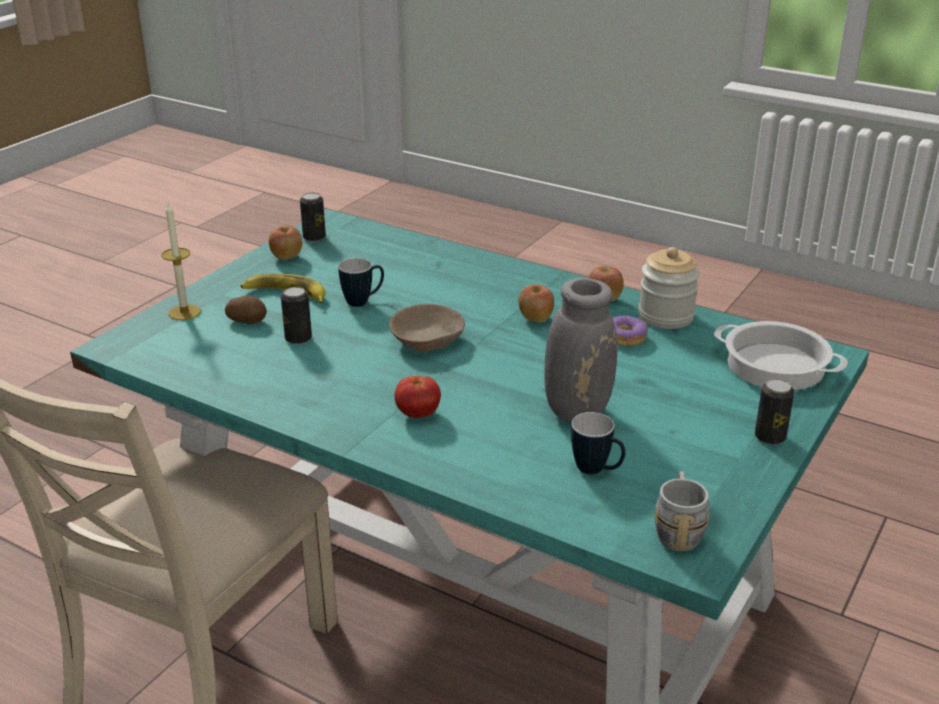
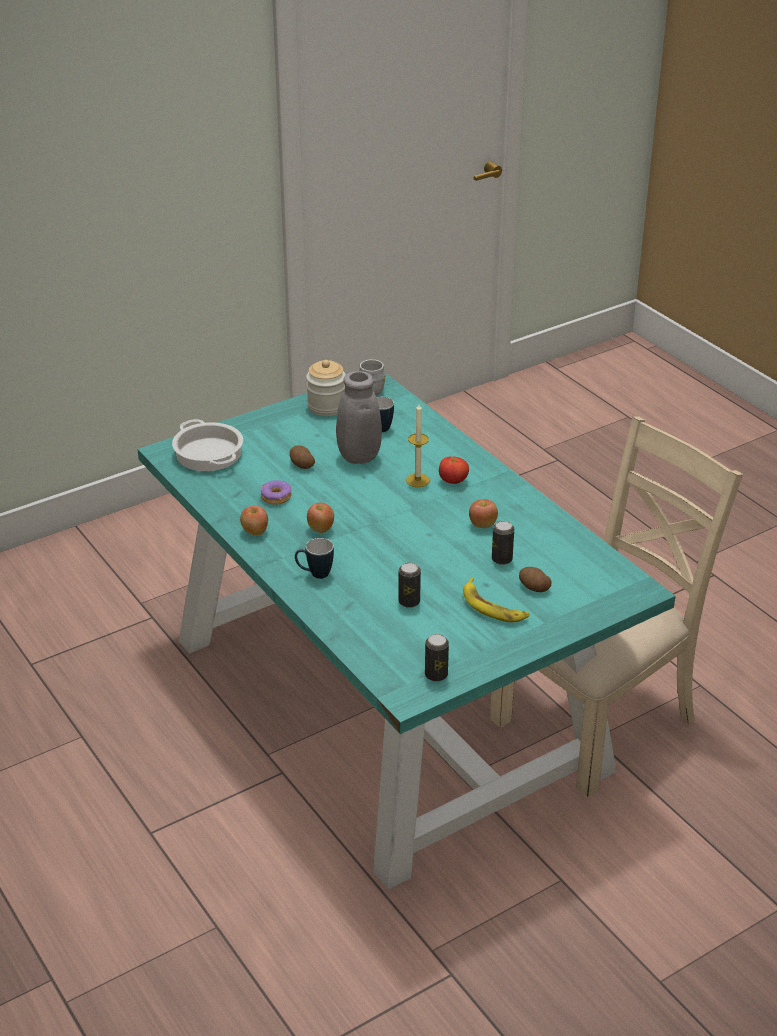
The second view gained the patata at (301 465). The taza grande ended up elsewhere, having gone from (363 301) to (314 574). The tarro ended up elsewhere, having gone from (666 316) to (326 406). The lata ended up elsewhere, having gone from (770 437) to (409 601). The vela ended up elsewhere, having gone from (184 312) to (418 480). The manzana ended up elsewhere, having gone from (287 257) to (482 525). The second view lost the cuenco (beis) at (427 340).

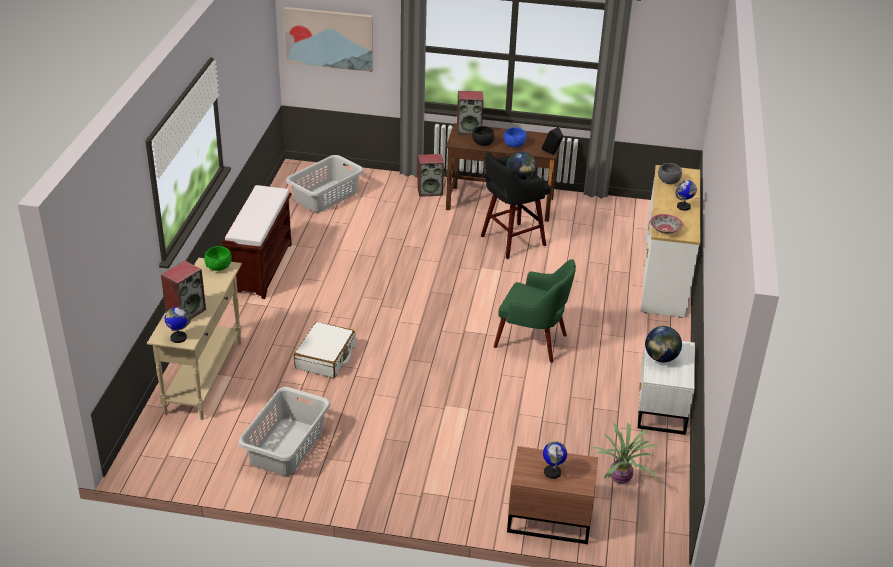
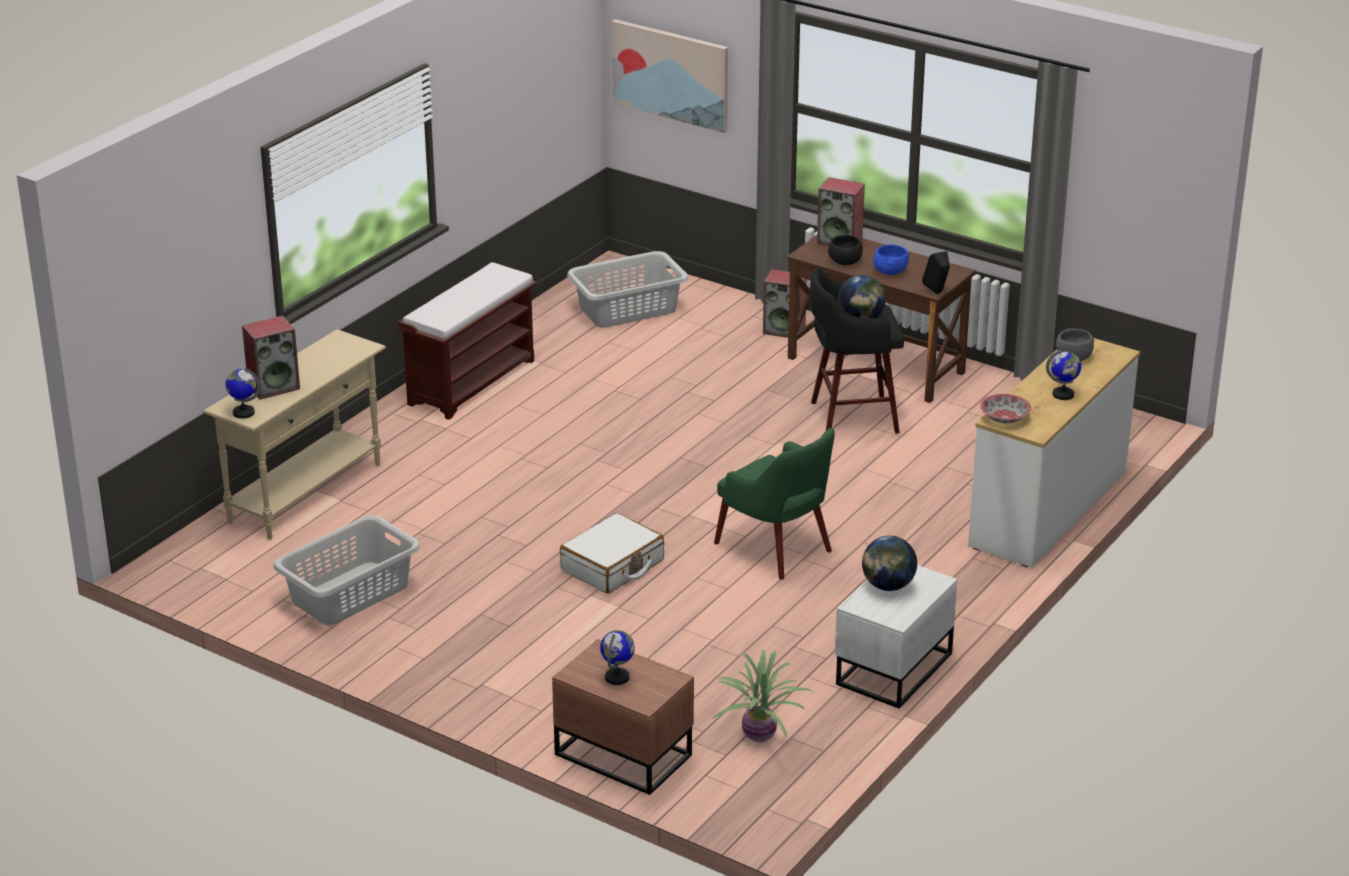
The maleta (blanco) ended up elsewhere, having gone from (325 357) to (612 566). The second view lost the cuenco (verde) at (219 267).

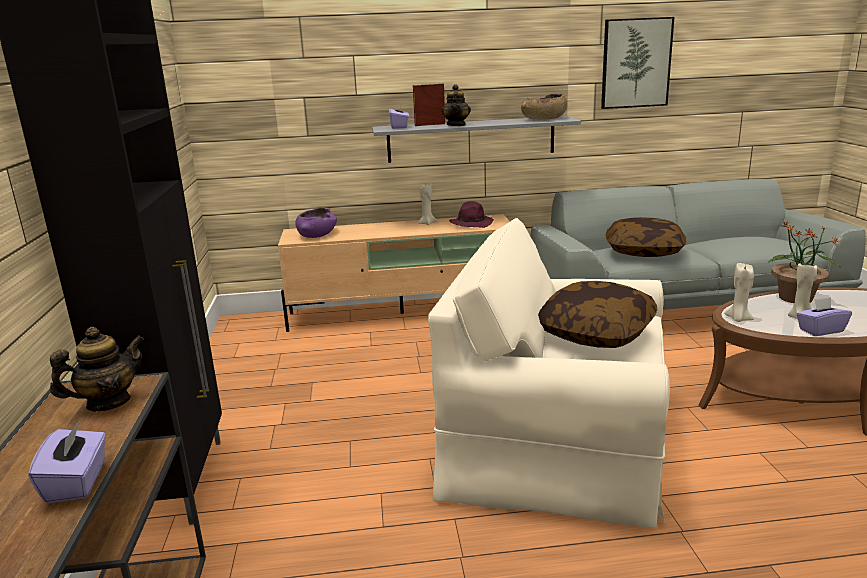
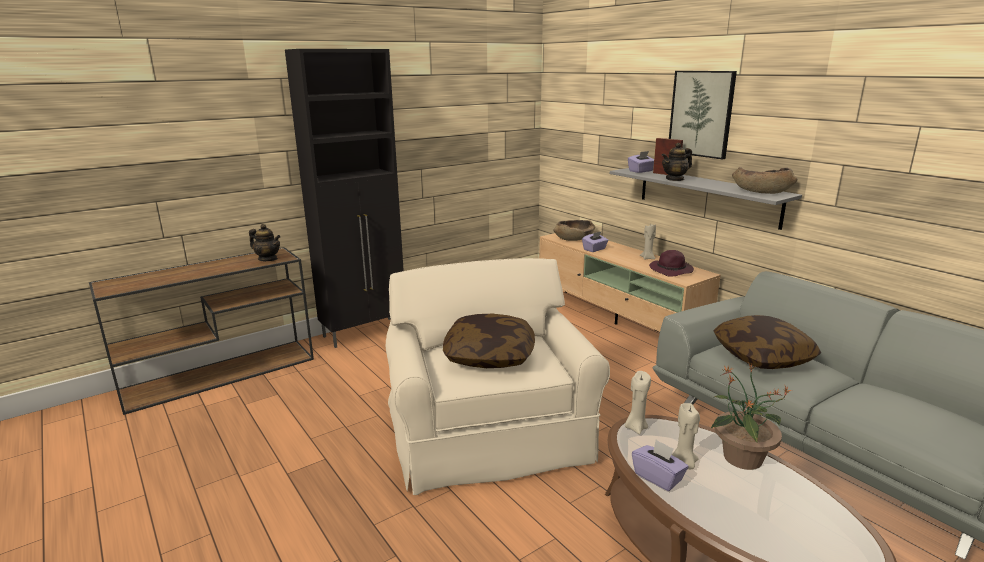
What was the cuenco (morado) at (317 234) turned into the cuenco (marrón) at (574 238). The caja de pañuelos (morado) ended up elsewhere, having gone from (77 482) to (594 249). The cuadro ended up elsewhere, having gone from (635 63) to (701 114).

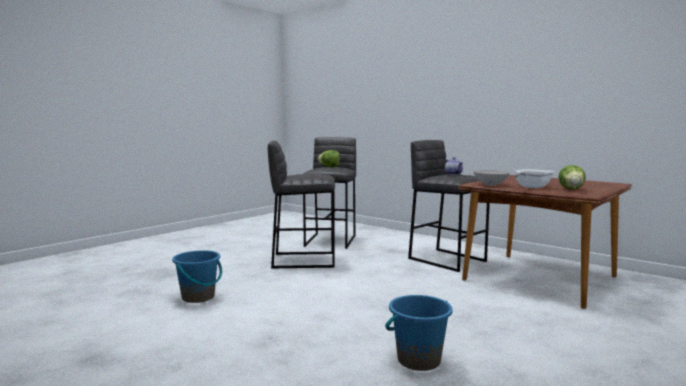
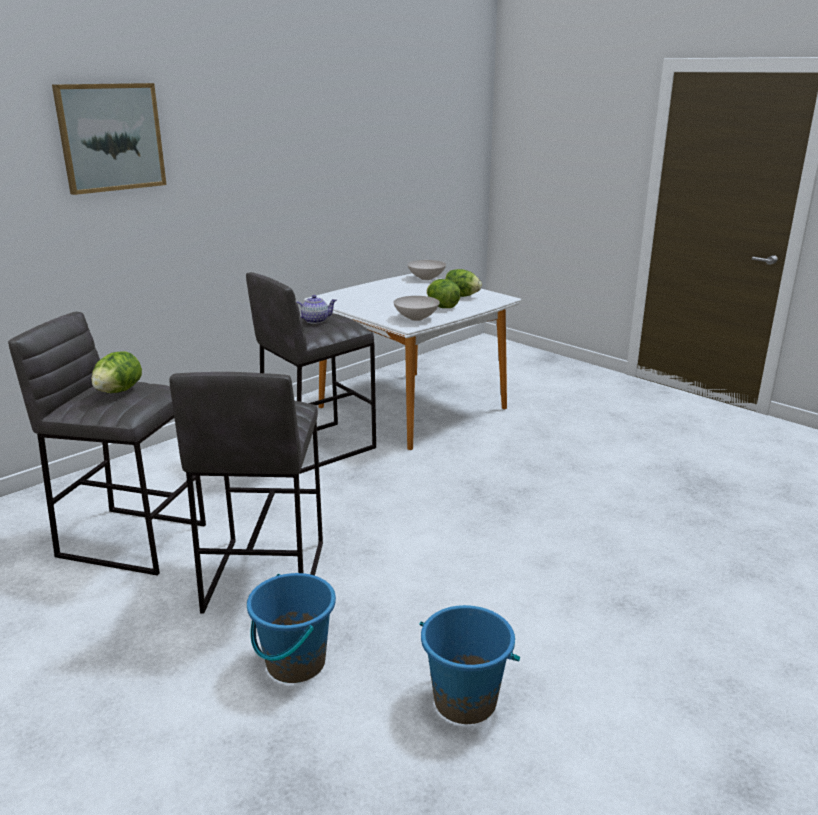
The second view gained the cuadro at (111 137). The cubo (azul) ended up elsewhere, having gone from (418 360) to (295 663). What was the mesa de comedor (marrón) at (539 278) turned into the mesa de comedor (blanco) at (411 408). The second view gained the cuenco (blanco) at (426 278). Where the sartén stood at (530 187), the lechuga came to stand at (442 307).

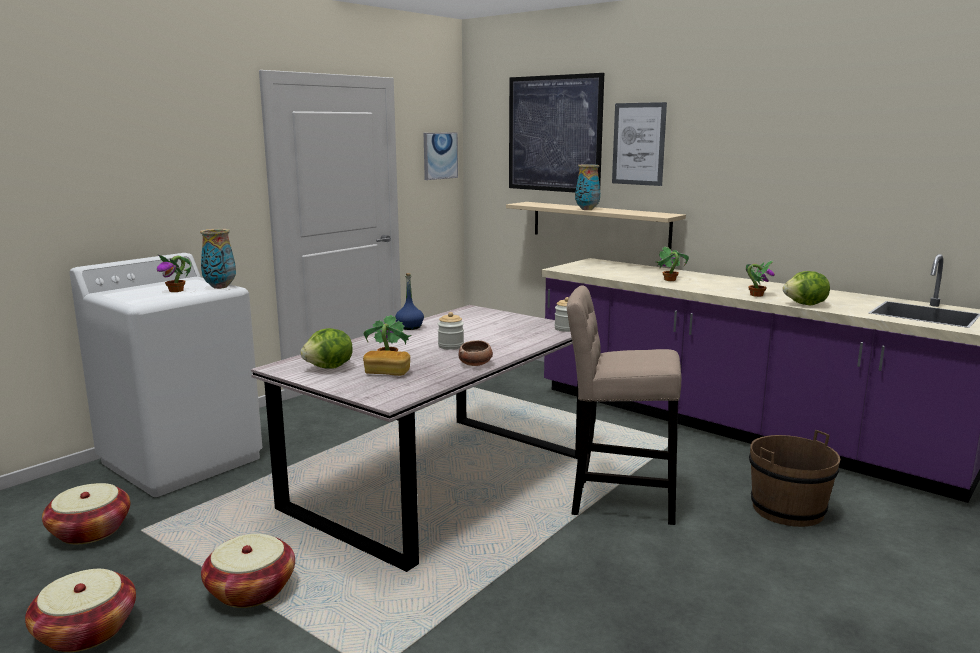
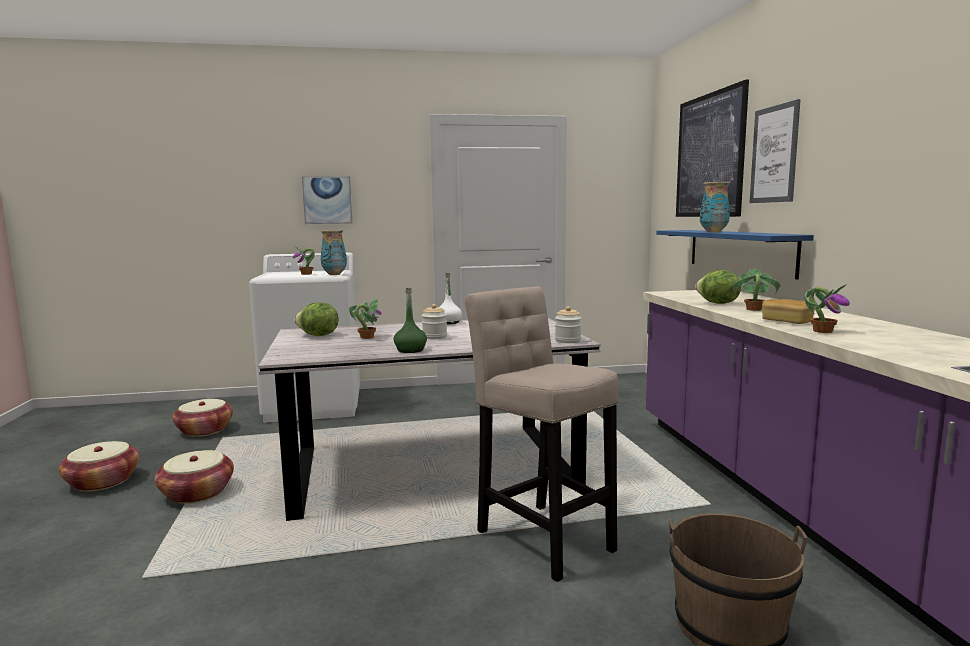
The cuadro ended up elsewhere, having gone from (440 155) to (327 200). Where the cuenco stood at (476 364), the botella (verde) came to stand at (410 350). What was the botella (azul) at (410 327) turned into the botella (blanco) at (448 322). What was the estante (beis) at (599 224) turned into the estante (azul) at (739 251). The lechuga ended up elsewhere, having gone from (806 305) to (717 303). The pan ended up elsewhere, having gone from (387 373) to (786 322).

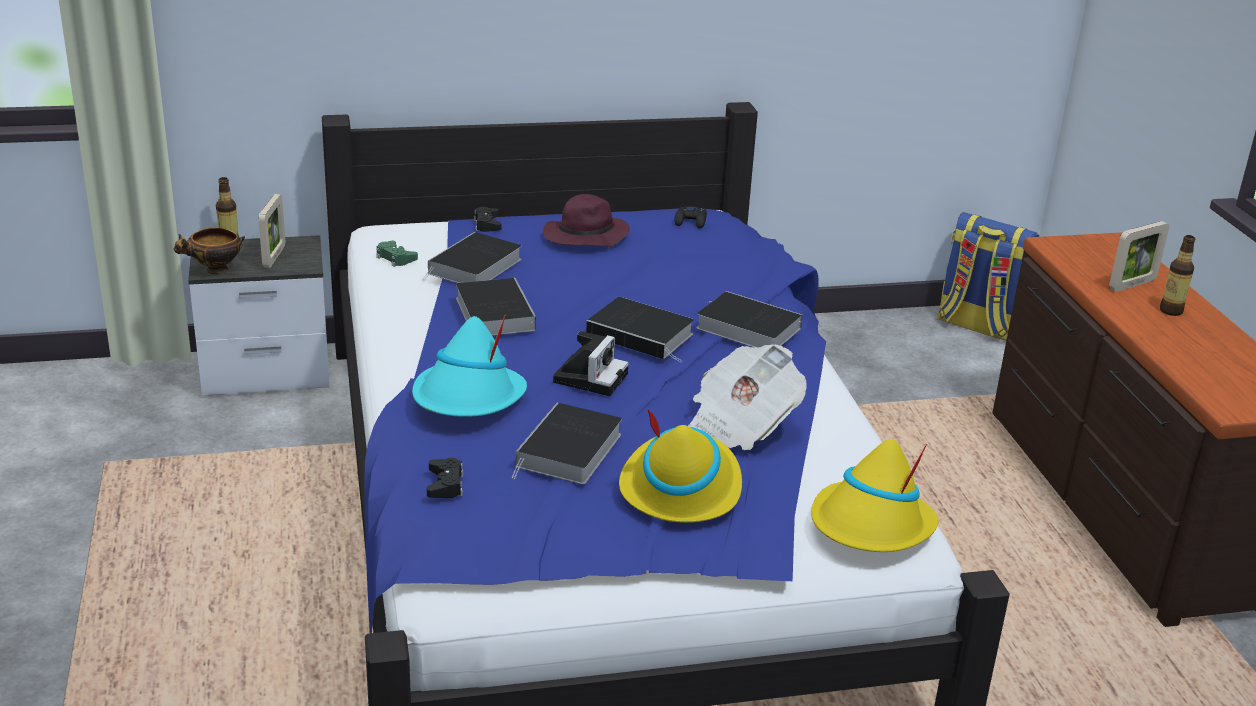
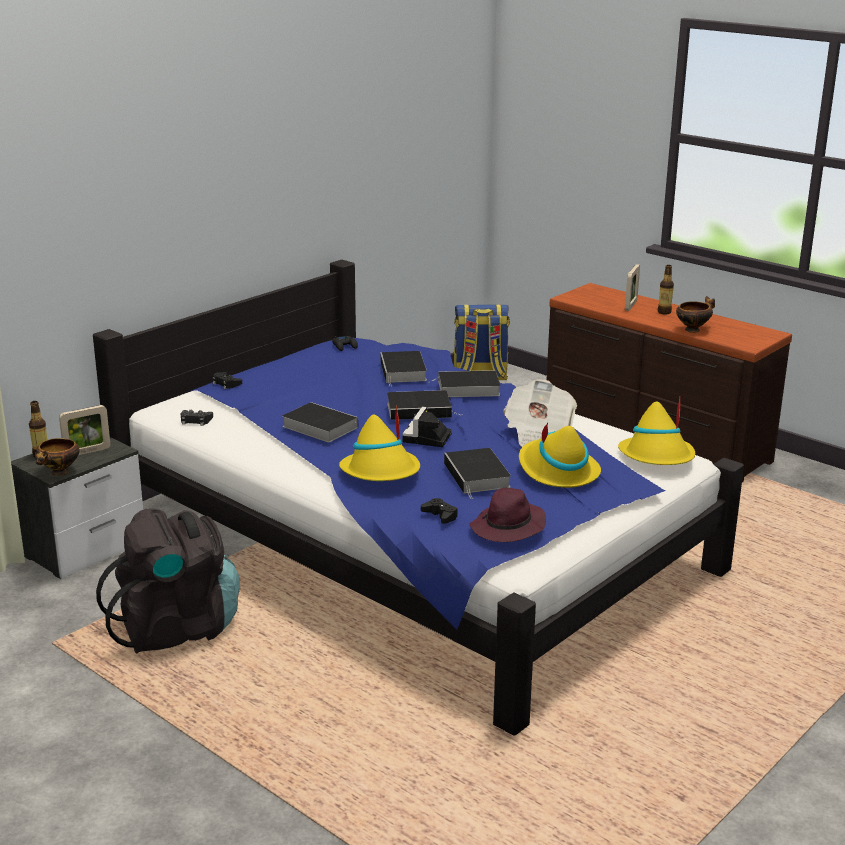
The portarretratos at (274 257) ended up facing another way, 90 degrees clockwise from before. The second view gained the mochila (negro) at (176 628). What was the mando de consola (verde) at (395 258) turned into the mando de consola (negro) at (195 421). What was the sombrero (turquesa) at (468 399) turned into the sombrero (amarillo) at (381 472). The libro ended up elsewhere, having gone from (474 267) to (403 372). The cámara at (590 376) ended up facing another way, 150 degrees counterclockwise from before. The sombrero (morado) ended up elsewhere, having gone from (584 237) to (508 528). The second view gained the cuenco at (693 329).

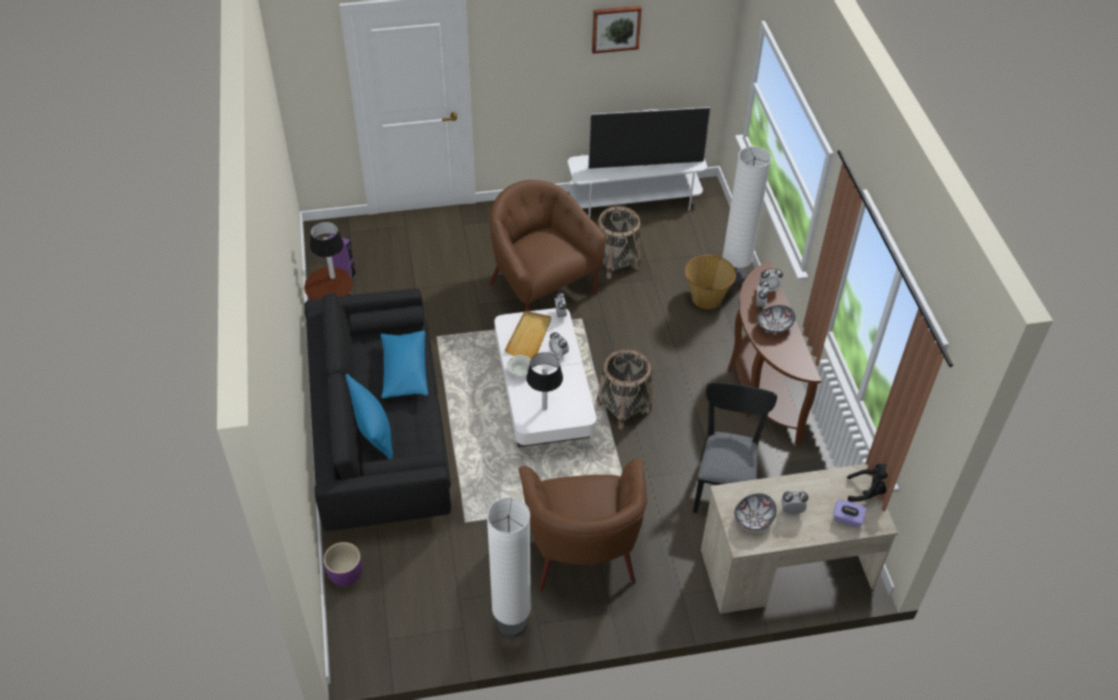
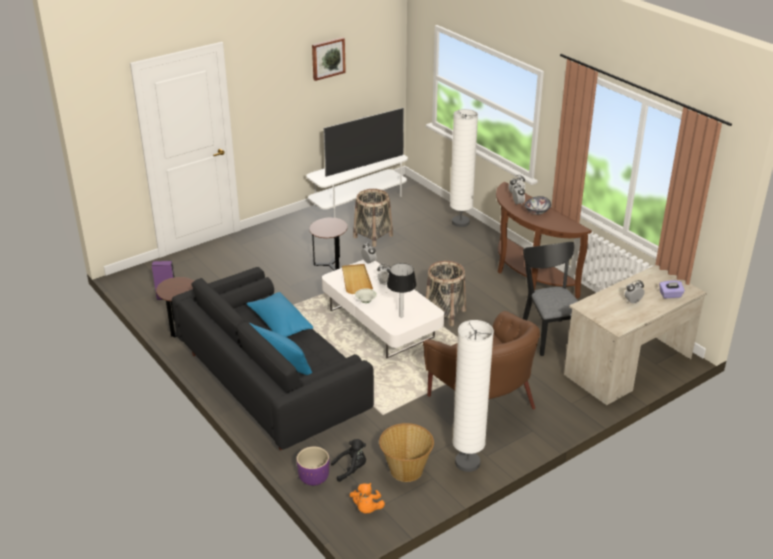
Where the sillón (marrón) stood at (541 288), the mesa auxiliar (marrón) came to stand at (330 264). The peluche (negro) ended up elsewhere, having gone from (868 491) to (351 469). The second view gained the peluche (naranja) at (367 508). The cesta ended up elsewhere, having gone from (706 297) to (406 469). The second view lost the lámpara de mesa at (332 276). The second view lost the cuenco at (753 519).

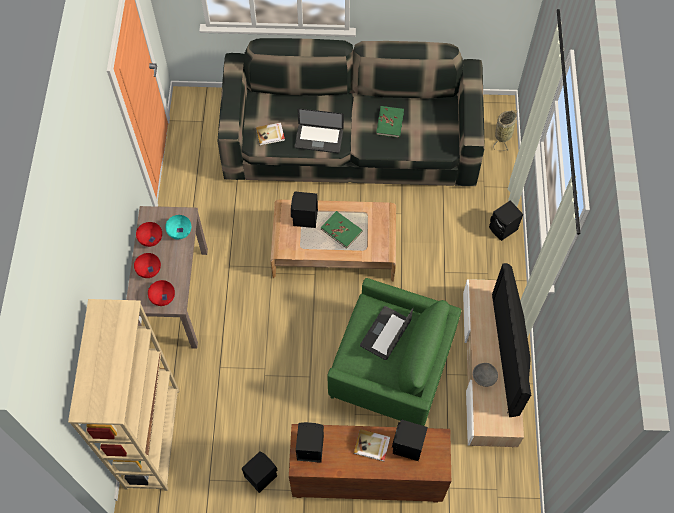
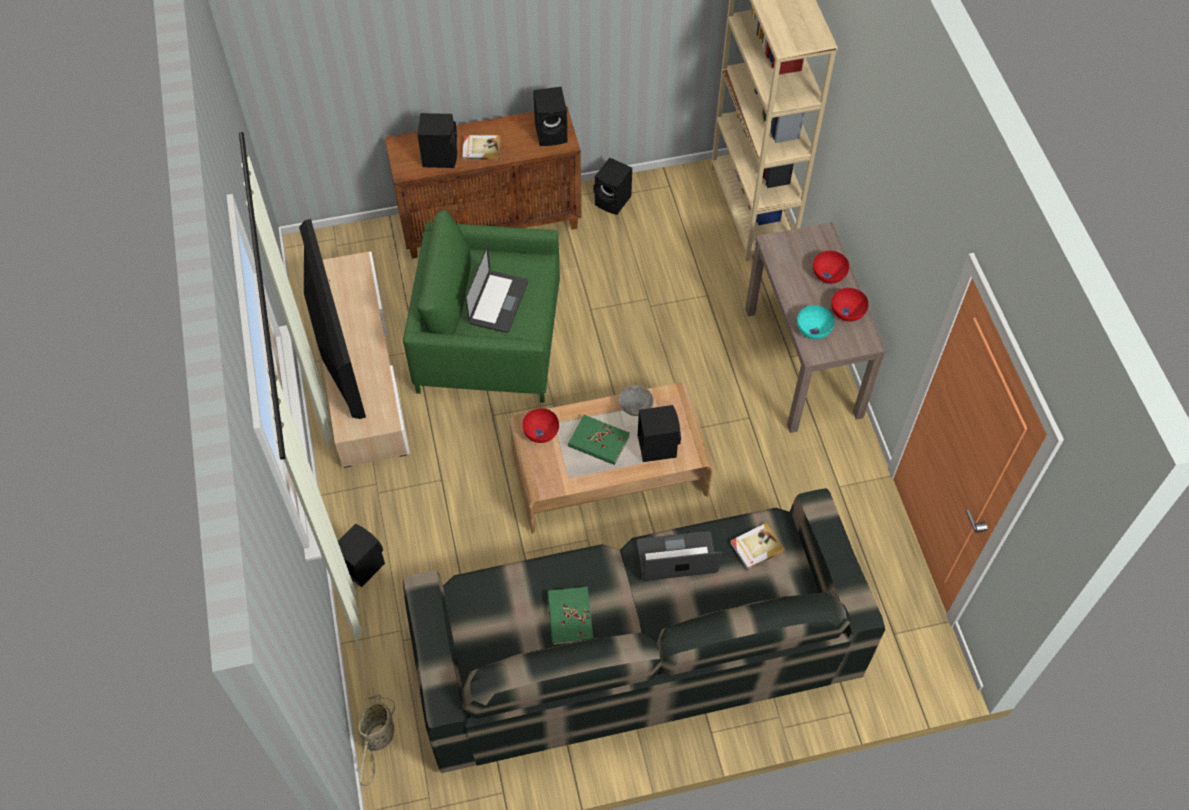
The cuenco (rojo) ended up elsewhere, having gone from (162 297) to (541 432). The cuenco (gris) ended up elsewhere, having gone from (484 377) to (635 406).

